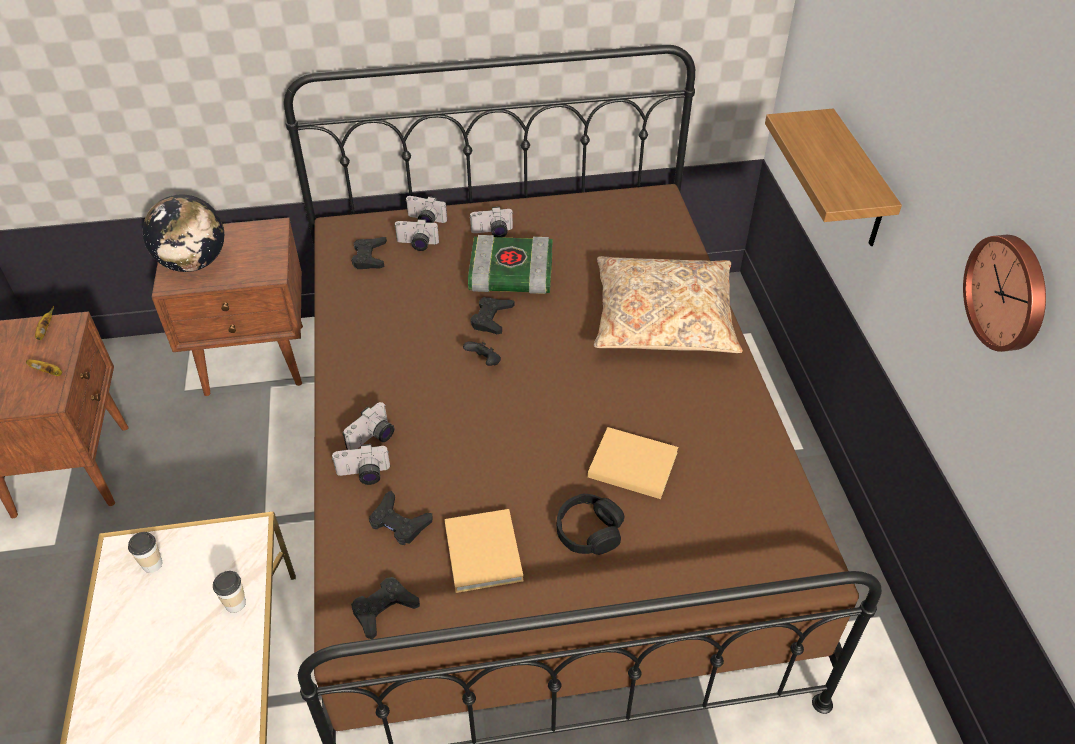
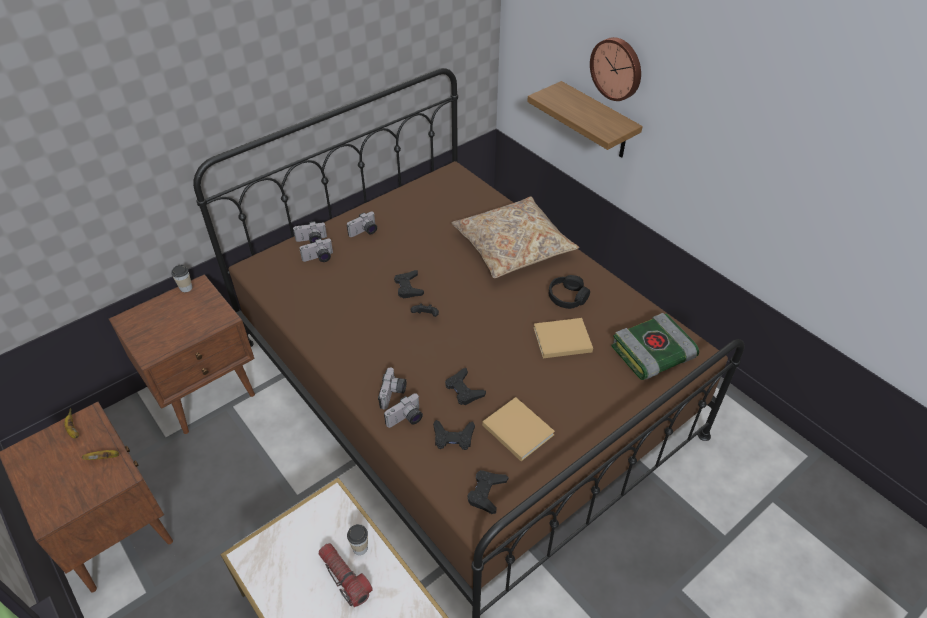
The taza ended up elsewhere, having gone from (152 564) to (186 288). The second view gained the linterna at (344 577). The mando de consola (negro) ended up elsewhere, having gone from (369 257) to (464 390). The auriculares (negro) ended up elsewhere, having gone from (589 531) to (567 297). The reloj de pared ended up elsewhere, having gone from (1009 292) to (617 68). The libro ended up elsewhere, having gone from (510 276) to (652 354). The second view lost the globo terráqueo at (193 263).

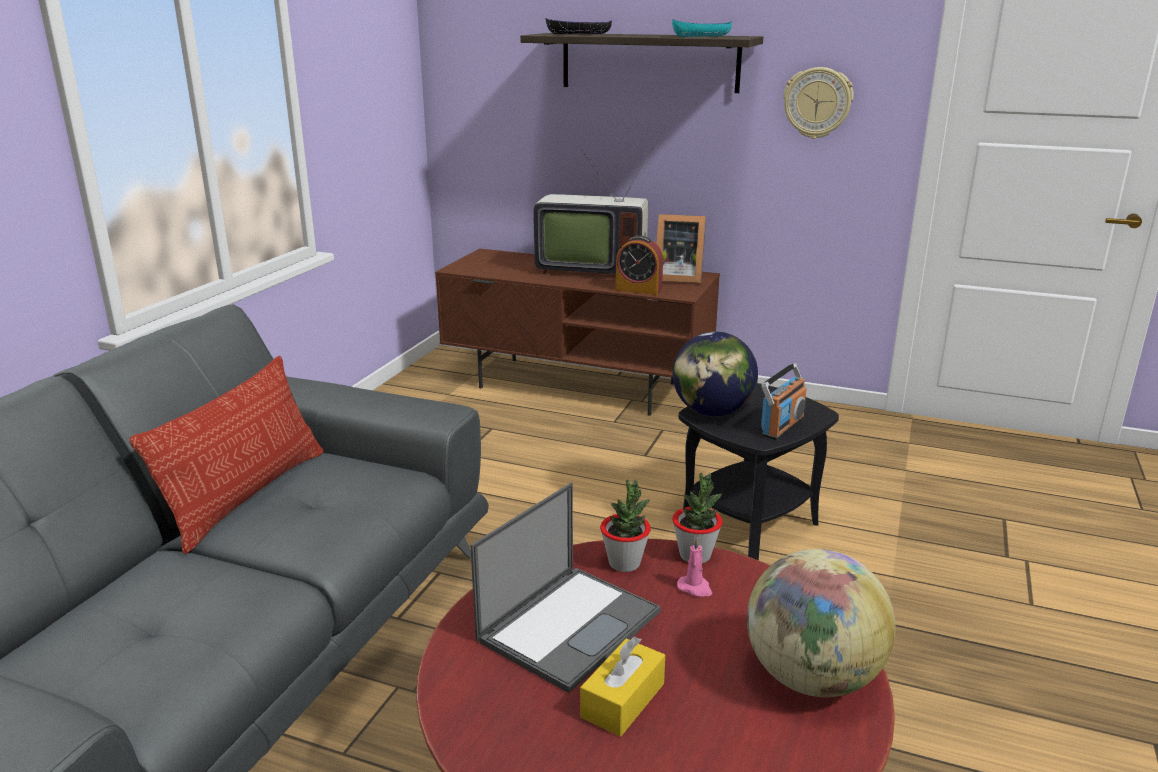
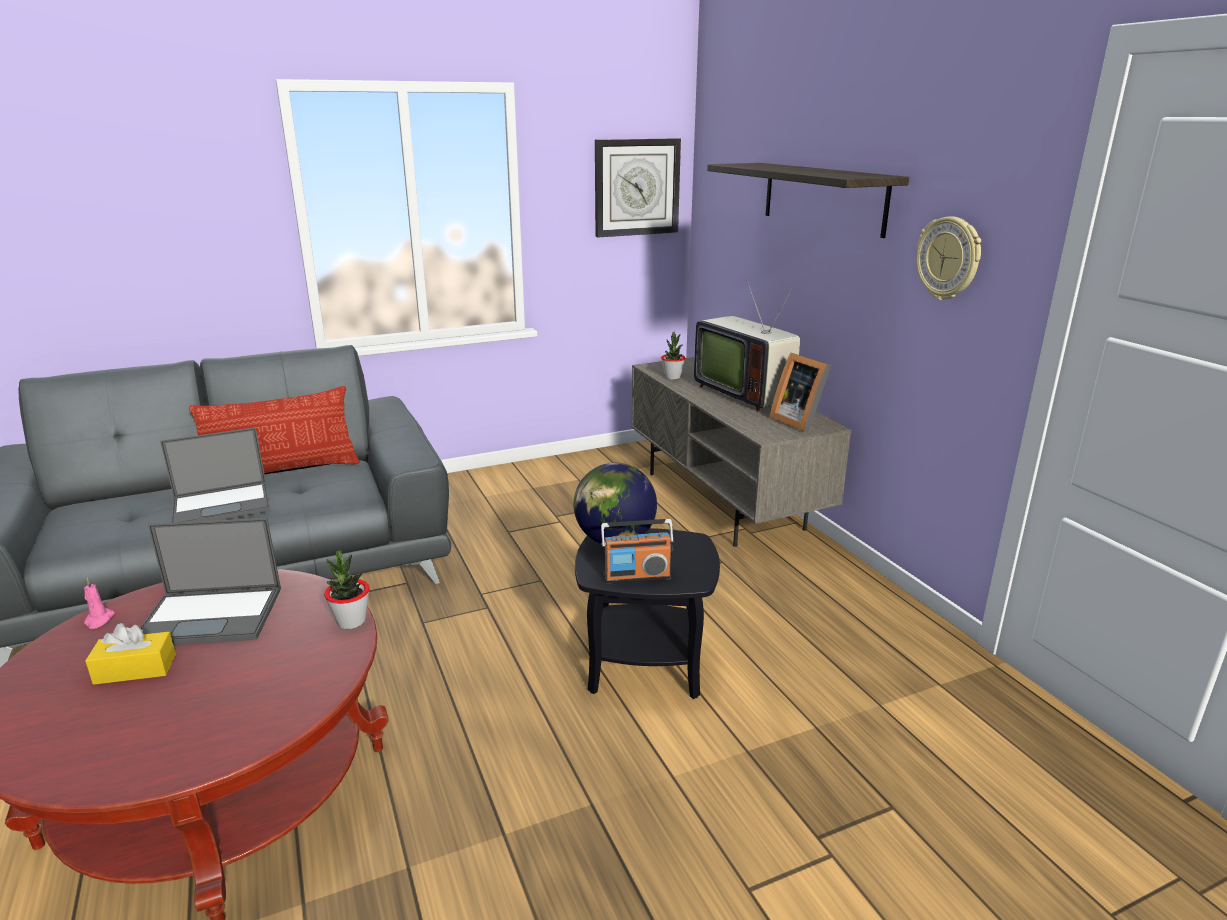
The vela (rosa) ended up elsewhere, having gone from (695 588) to (99 620). The second view gained the portátil at (223 504). The second view gained the reloj de pared at (636 187). What was the mueble de televisión (marrón) at (579 385) turned into the mueble de televisión (gris) at (724 500). The planta en maceta ended up elsewhere, having gone from (624 563) to (672 377). The second view lost the cuenco (negro) at (578 34). The second view lost the despertador at (638 290). The second view lost the cuenco (turquesa) at (701 36). The second view lost the globo terráqueo at (811 678).

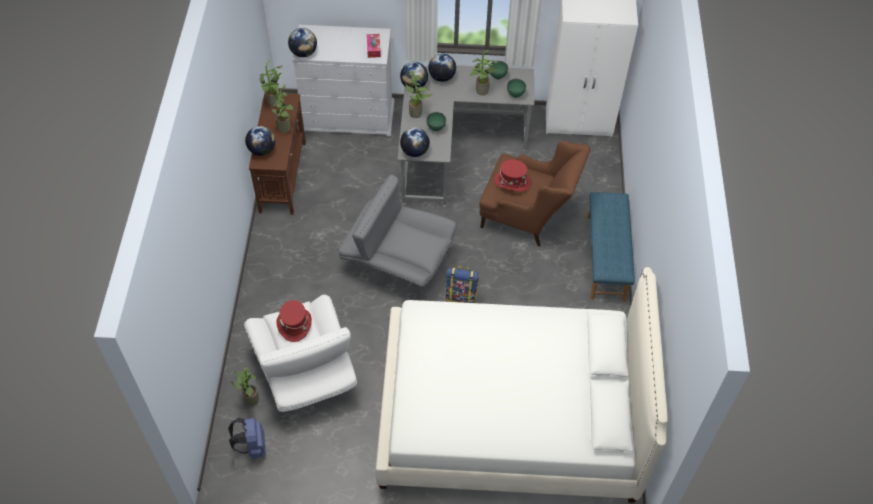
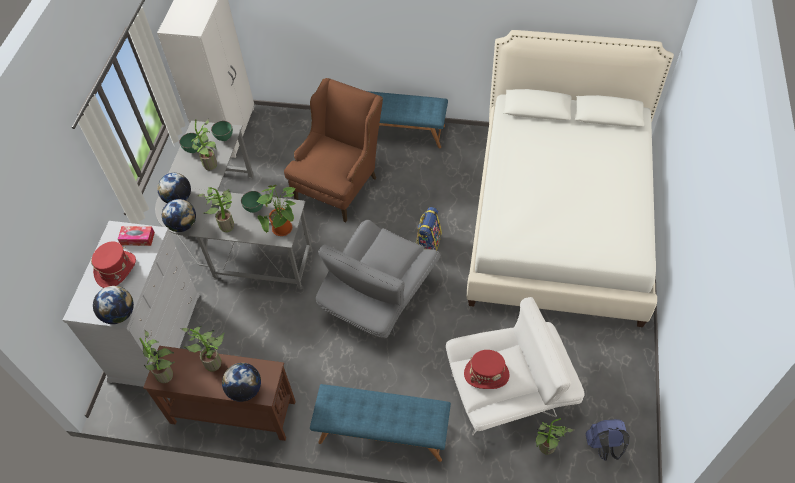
The sombrero (rojo) ended up elsewhere, having gone from (512 182) to (116 270). Where the globo terráqueo stood at (414 151), the planta en maceta came to stand at (283 230). The second view gained the banco (azul) at (382 433).

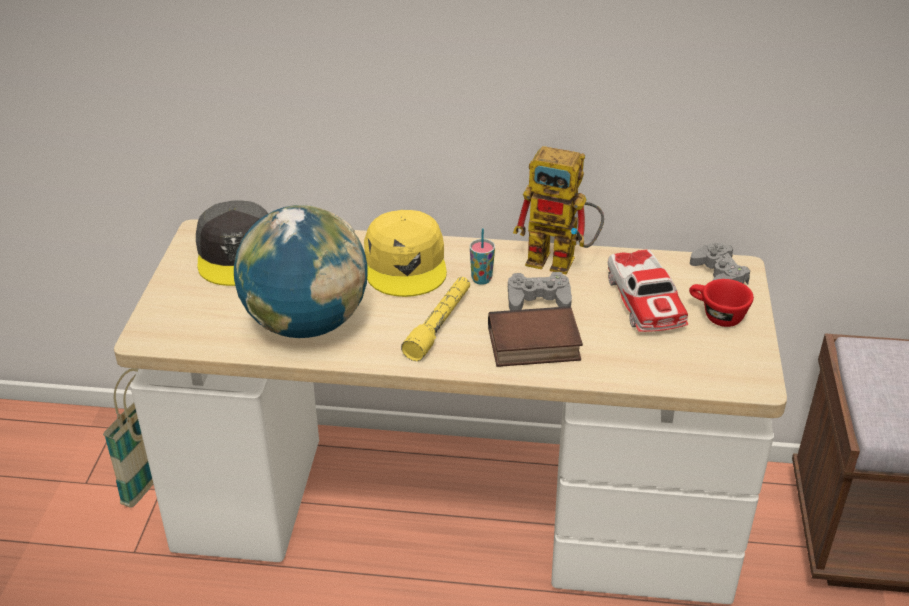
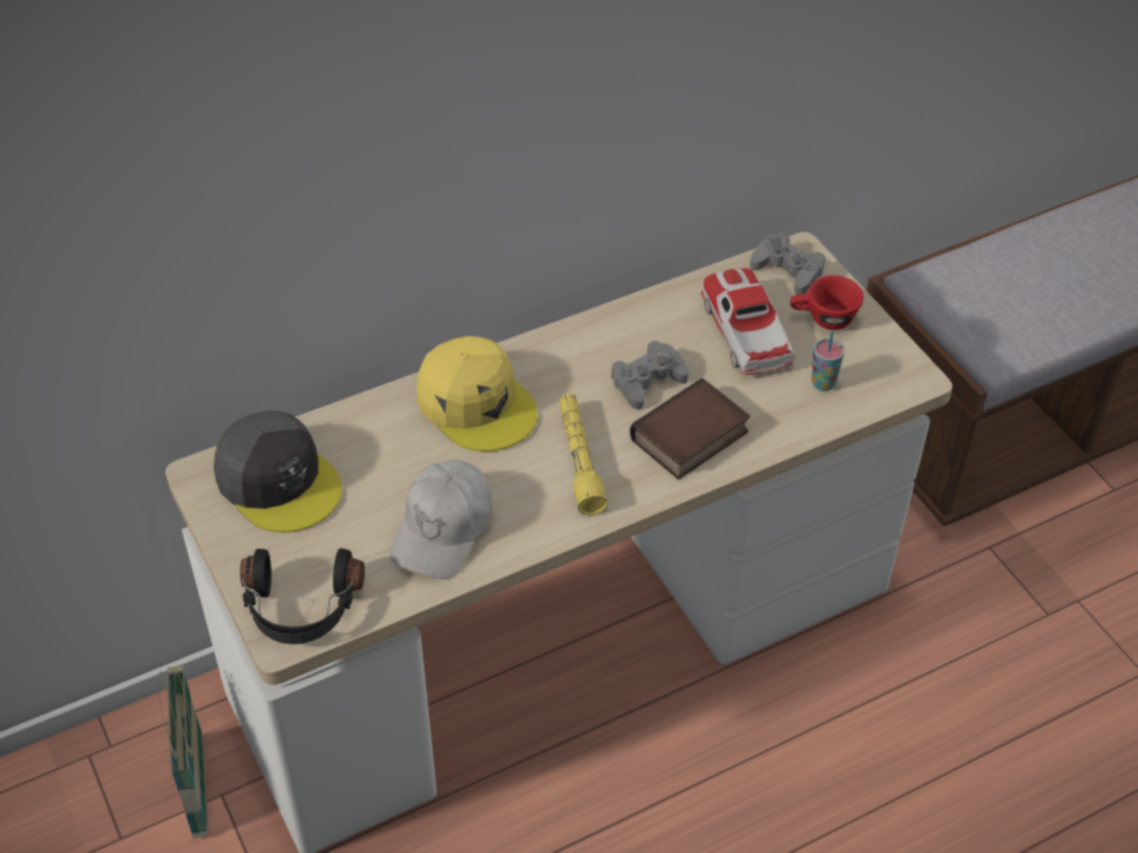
The second view gained the auriculares (negro) at (301 609). Where the globo terráqueo stood at (306 324), the gorra (blanco) came to stand at (443 529). The coche de juguete at (644 300) ended up facing another way, 150 degrees counterclockwise from before. The taza ended up elsewhere, having gone from (481 279) to (823 383). The second view lost the robot de juguete at (562 260).

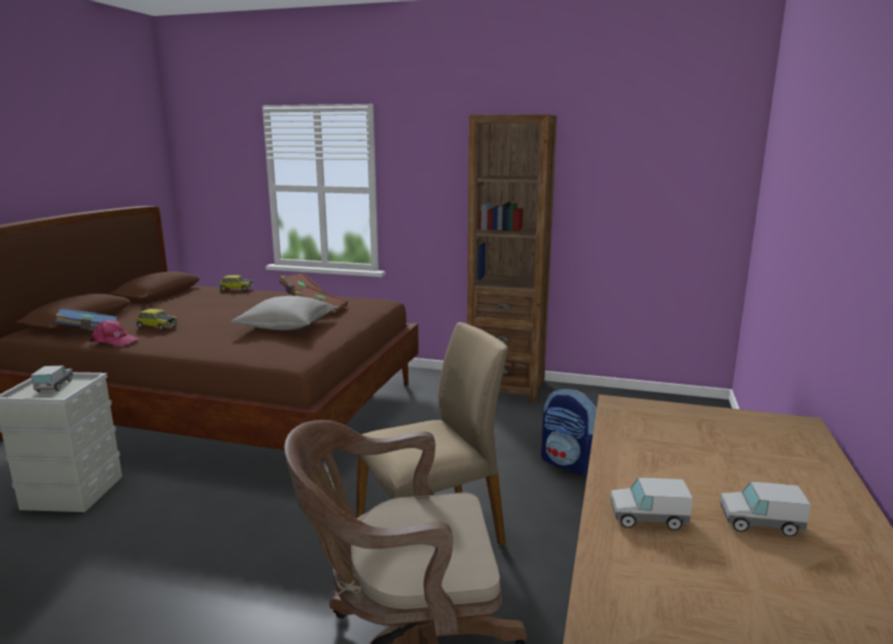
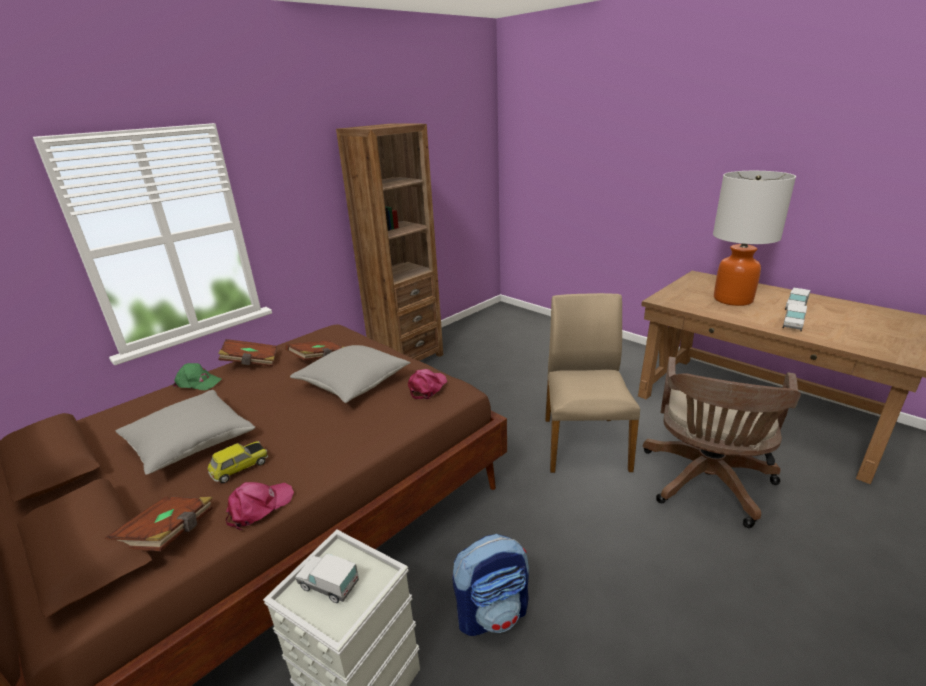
What was the libro (azul) at (89 331) turned into the libro (marrón) at (170 534). The second view gained the cojín (gris) at (190 443). The second view gained the gorra (verde) at (198 383). The second view gained the gorra (rosa) at (427 387). The mochila ended up elsewhere, having gone from (569 464) to (493 613). The second view gained the lámpara de mesa at (732 299). The second view lost the coche de juguete at (236 289).

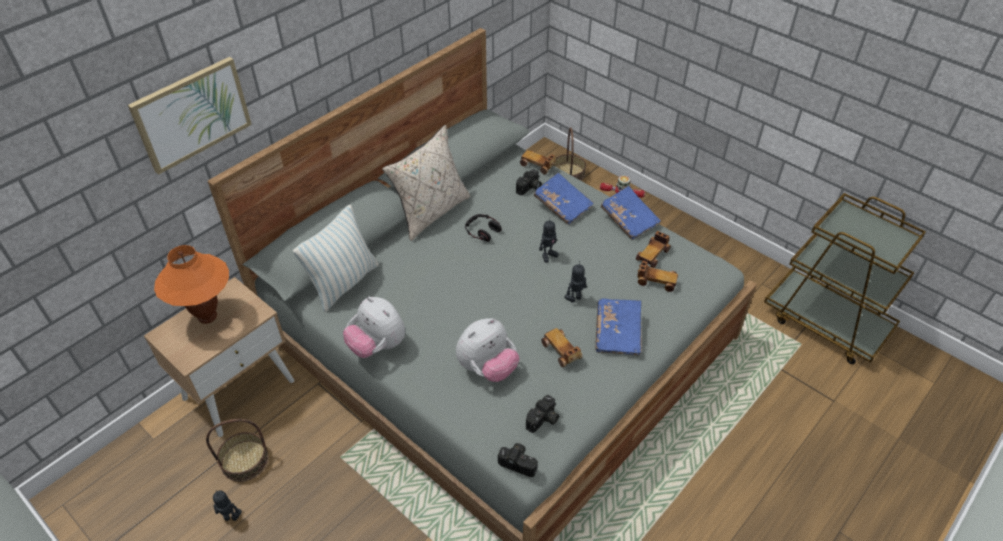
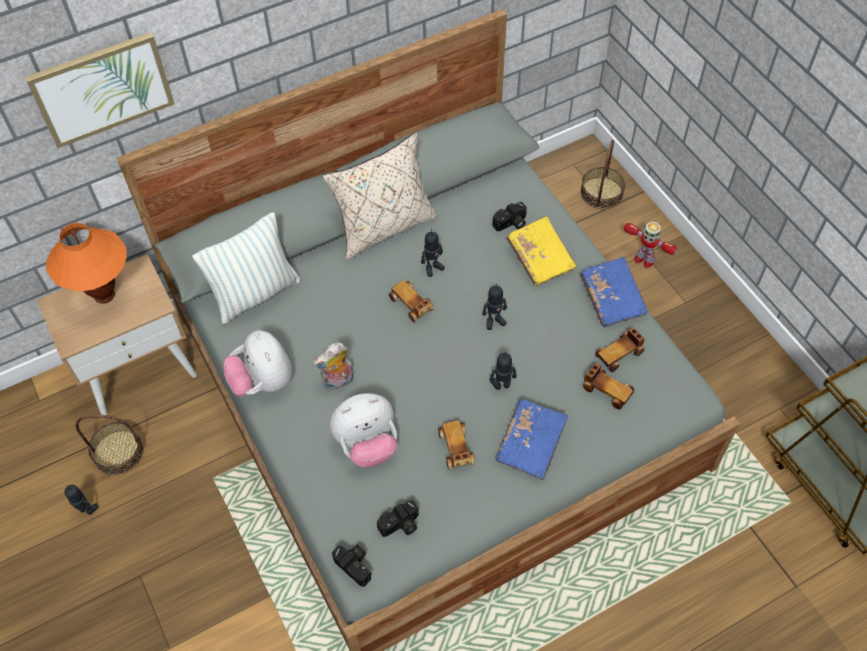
The second view gained the peluche at (338 382). The coche de juguete ended up elsewhere, having gone from (538 165) to (411 305). Where the auriculares stood at (482 231), the robot de juguete came to stand at (432 267). What was the libro (azul) at (562 205) turned into the libro (amarillo) at (540 258).

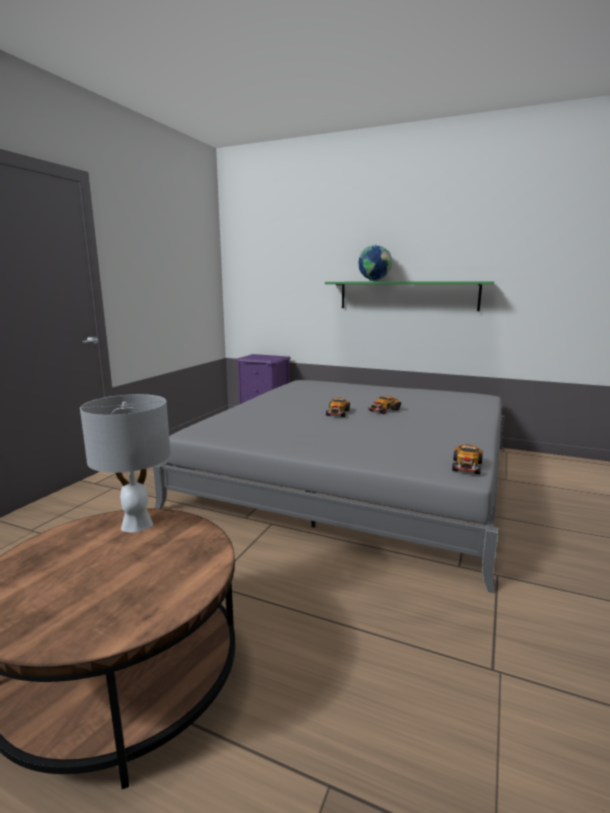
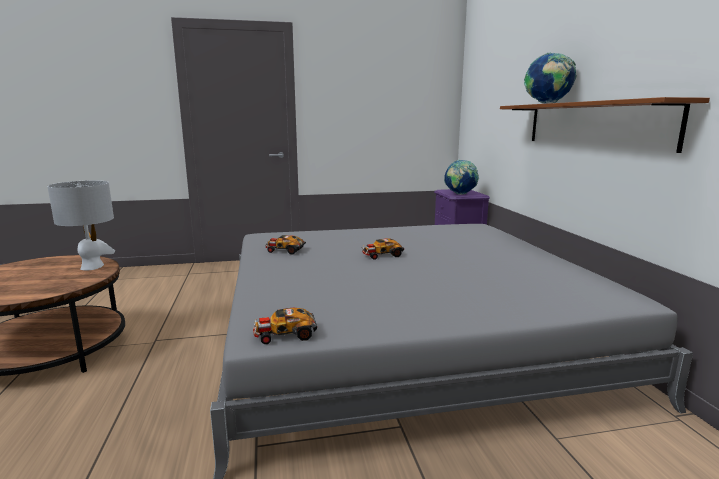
The coche de juguete ended up elsewhere, having gone from (383 410) to (285 250). The second view gained the globo terráqueo at (460 194). What was the estante (verde) at (407 295) turned into the estante (marrón) at (593 124).

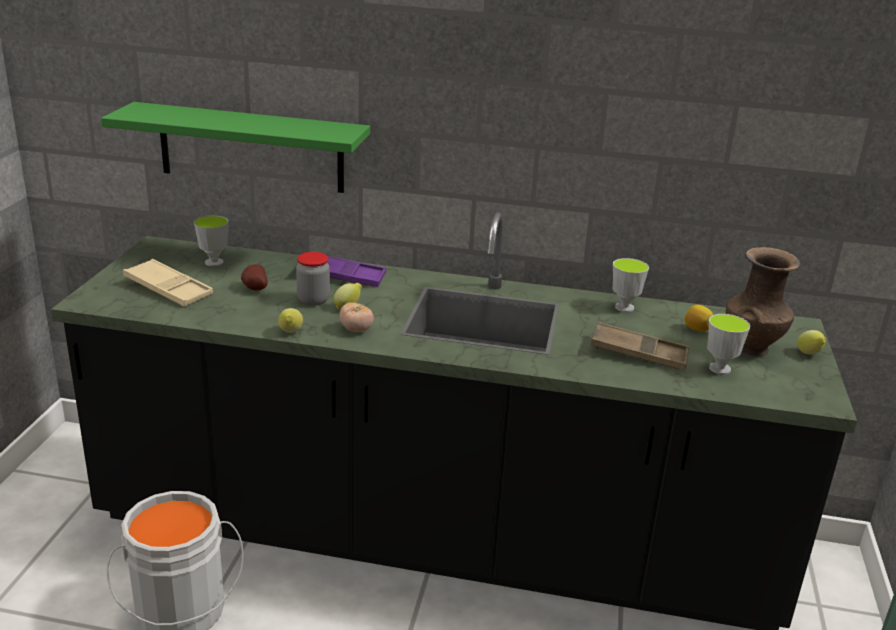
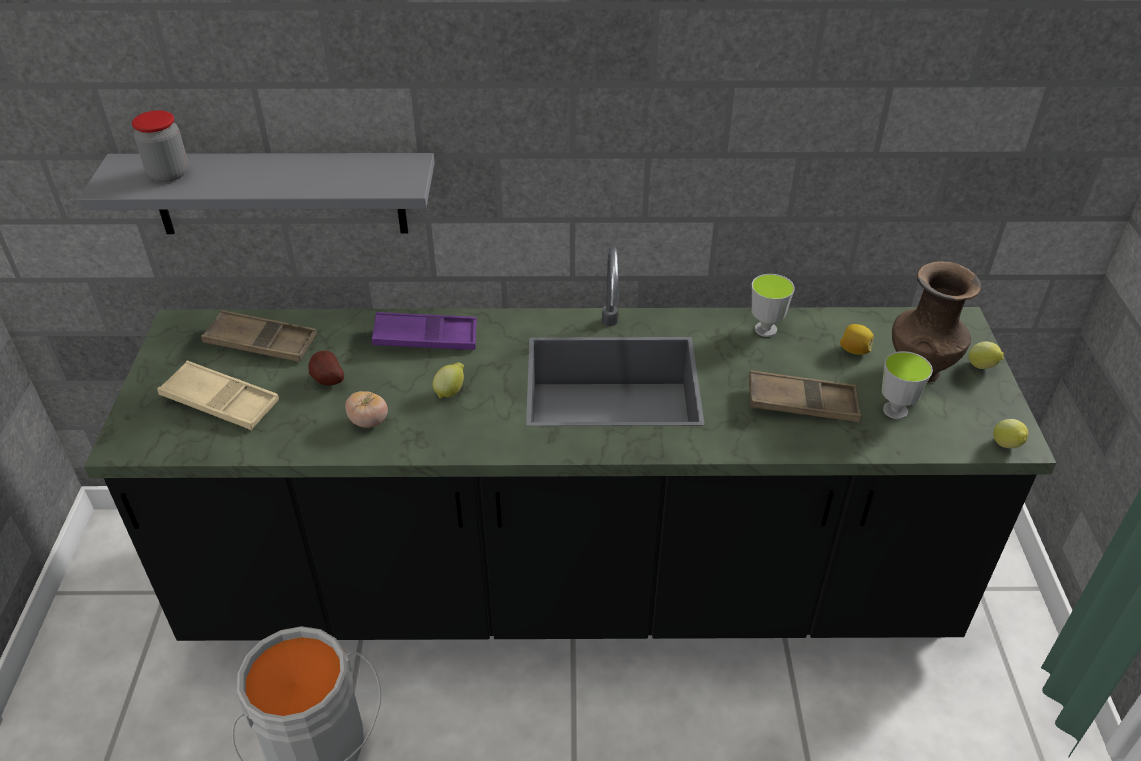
What was the estante (verde) at (251 148) turned into the estante (gris) at (279 193). The tarro ended up elsewhere, having gone from (313 300) to (169 174). Where the taza stood at (214 262), the bandeja (marrón) came to stand at (261 343). The tomate ended up elsewhere, having gone from (356 330) to (368 421). The limón ended up elsewhere, having gone from (290 333) to (1007 446).

